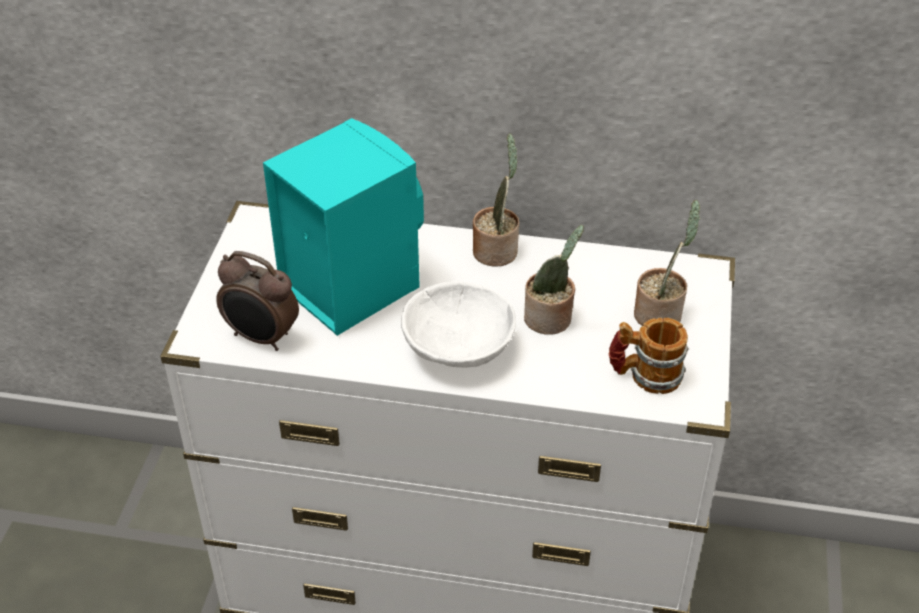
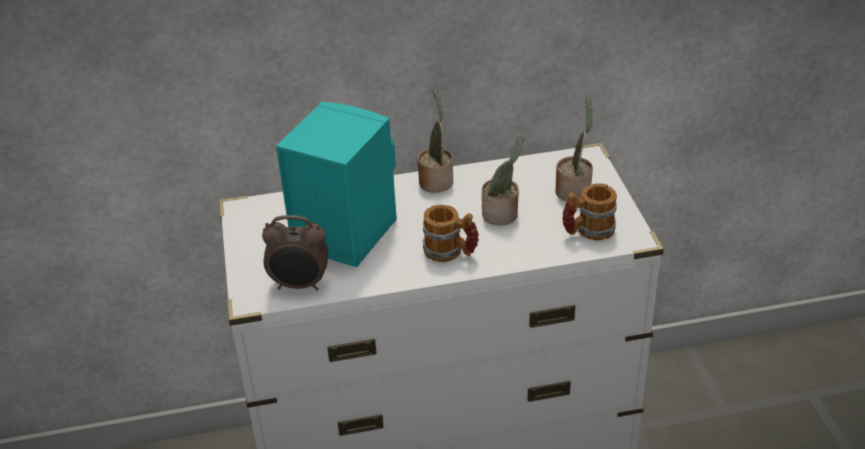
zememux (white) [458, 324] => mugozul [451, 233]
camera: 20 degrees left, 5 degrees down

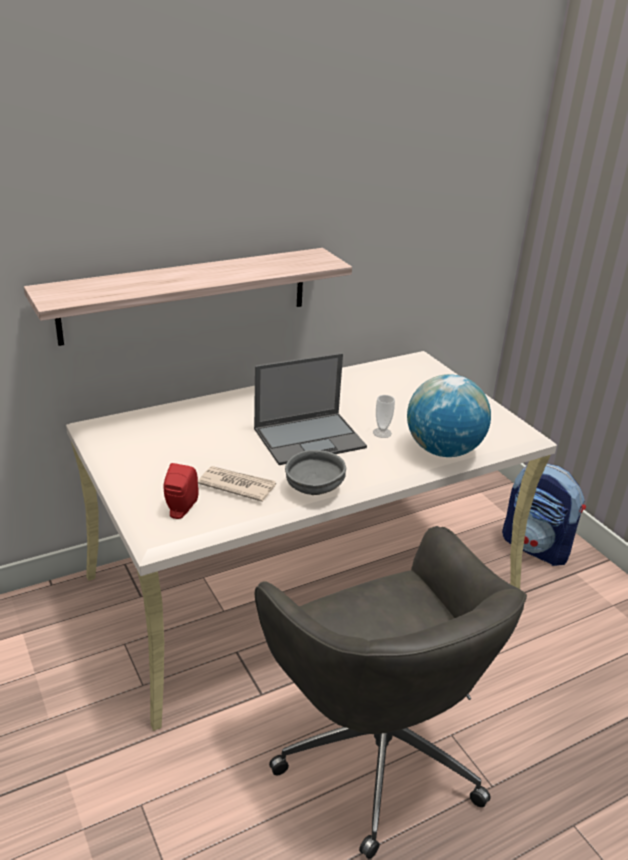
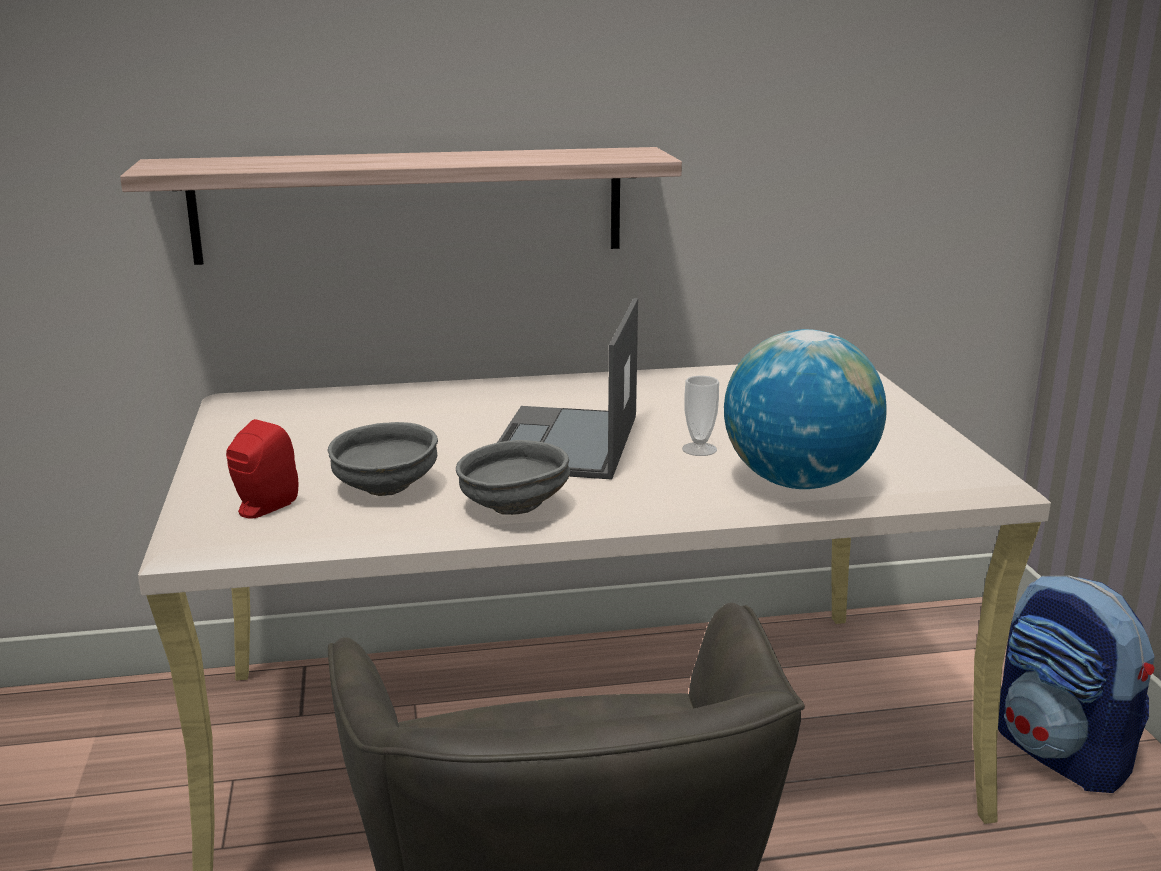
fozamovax [237, 484] => zememux (grey) [382, 459]
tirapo [310, 409] => tirapo [567, 389], 105 degrees clockwise
camera: 20 degrees right, 10 degrees down

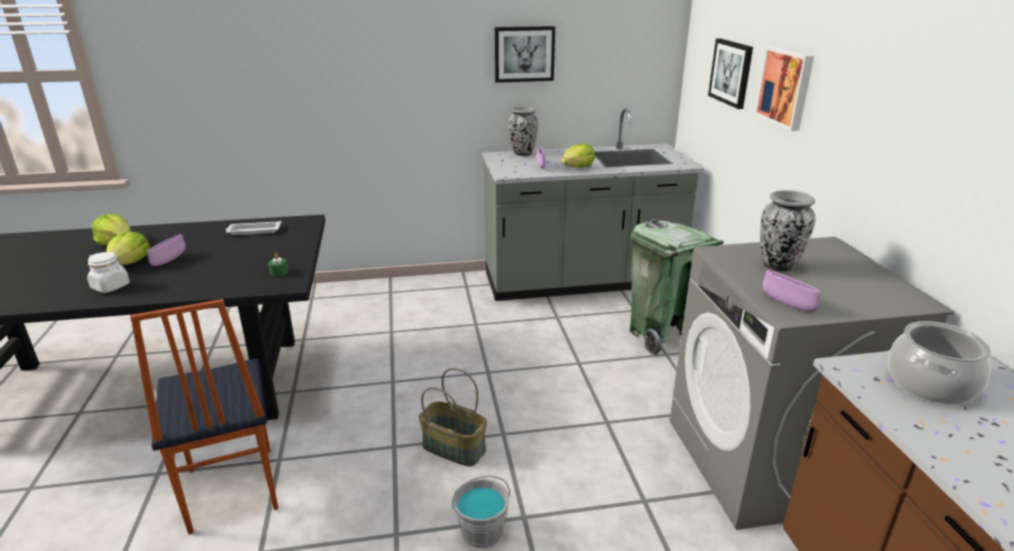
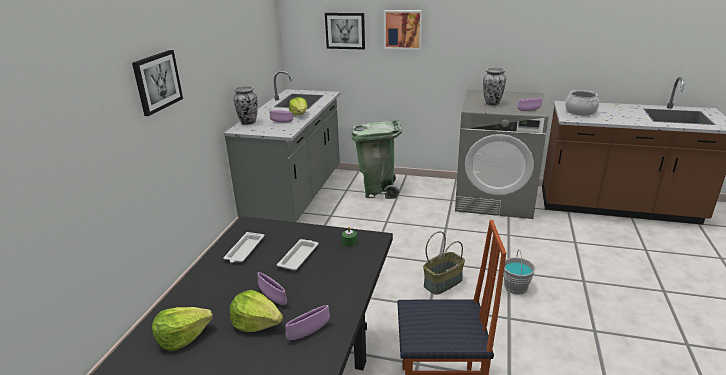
nothing => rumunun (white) [298, 254]
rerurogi [525, 54] => rerurogi [157, 83], move
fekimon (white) [108, 272] => zememux (purple) [307, 322]
camera: 65 degrees left, 0 degrees up

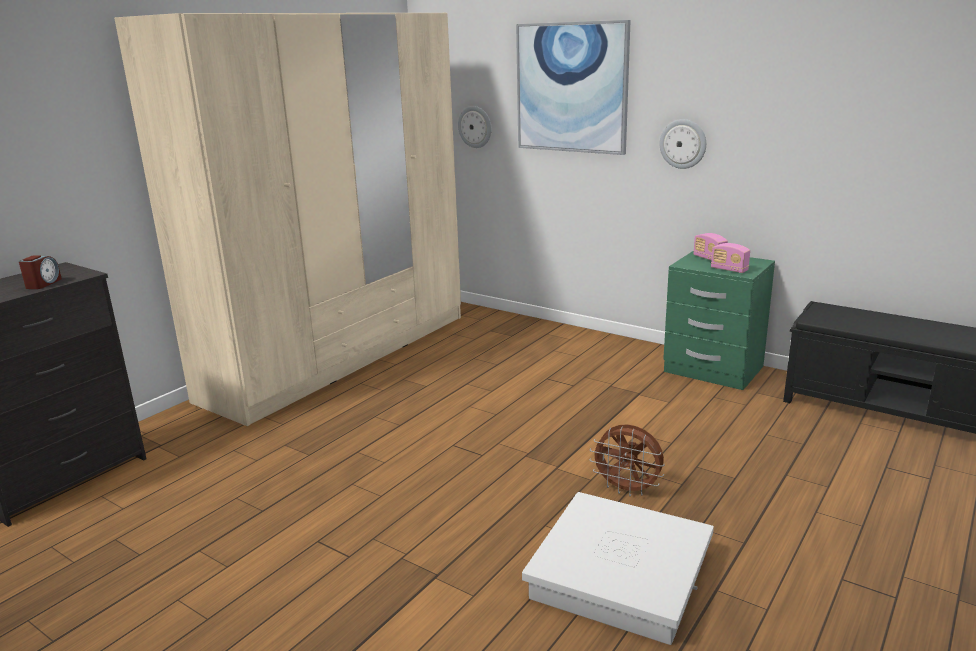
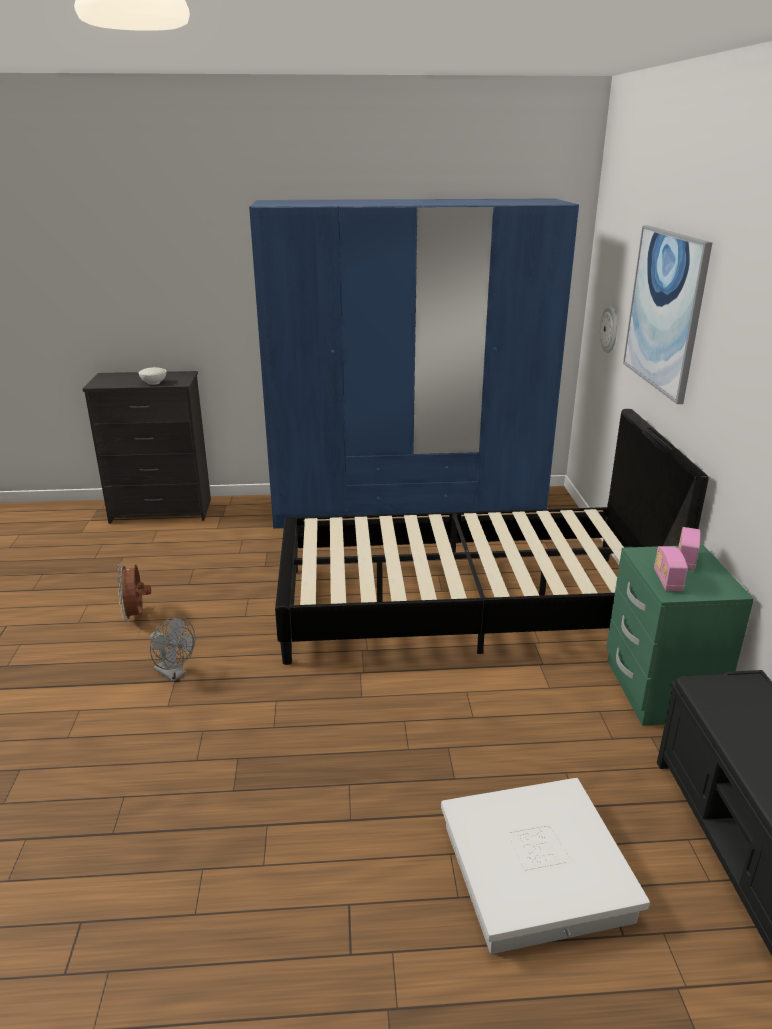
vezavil [683, 144] => nothing
nothing => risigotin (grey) [172, 649]
nothing => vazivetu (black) [492, 537]
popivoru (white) [618, 568] => popivoru (white) [545, 866], move
risigotin (brown) [627, 460] => risigotin (brown) [134, 592], move
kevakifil [40, 272] => zememux (white) [152, 376]
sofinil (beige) [287, 219] => sofinil (blue) [414, 363]
camera: 50 degrees right, 5 degrees up

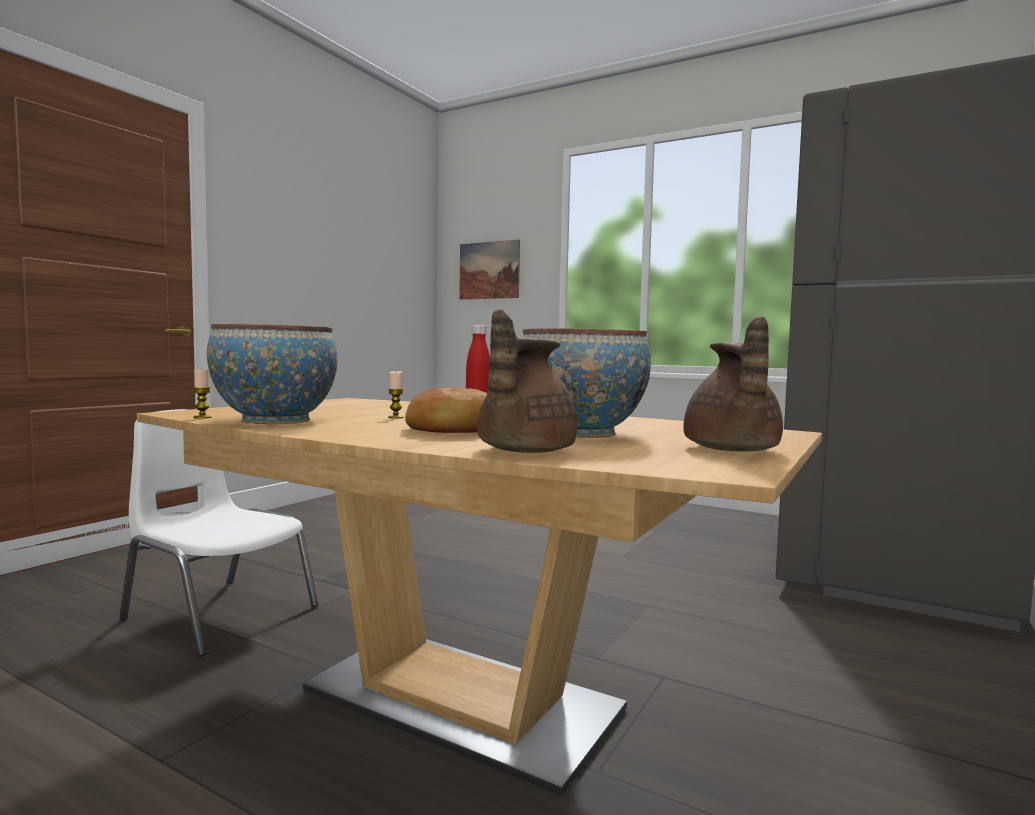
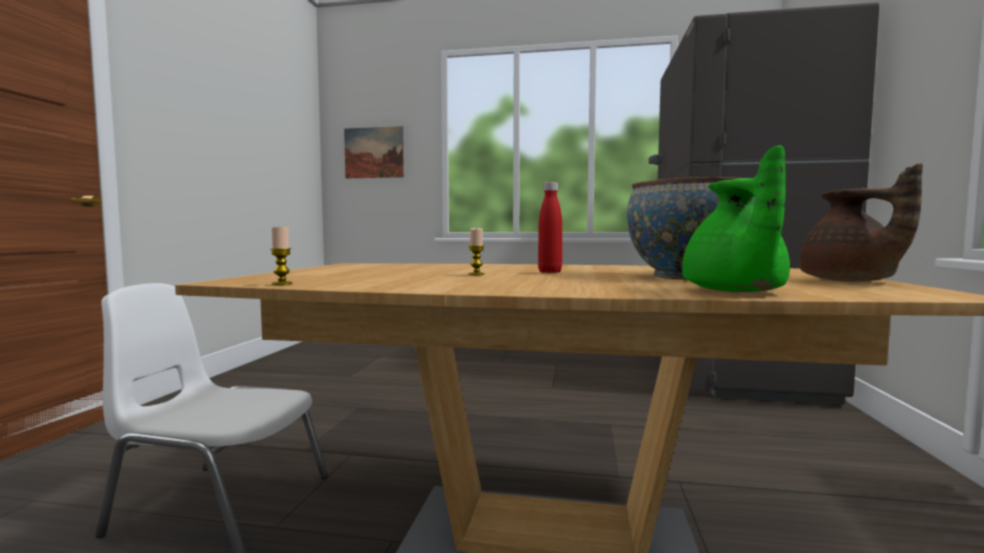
zememux [272, 374] => nothing
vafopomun [446, 410] => nothing
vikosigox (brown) [527, 381] => vikosigox (green) [736, 218]
camera: 20 degrees left, 0 degrees up

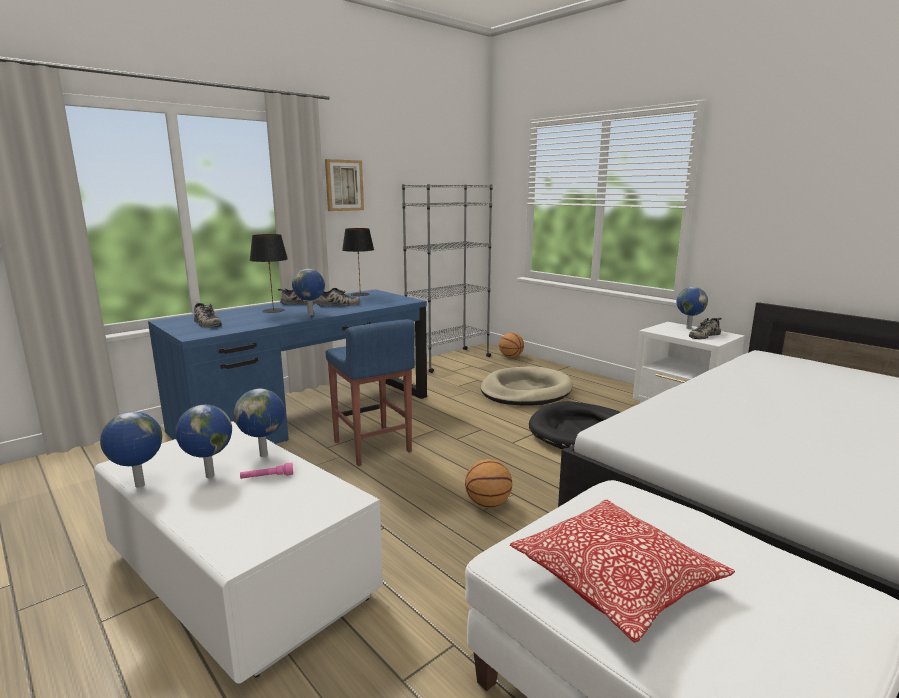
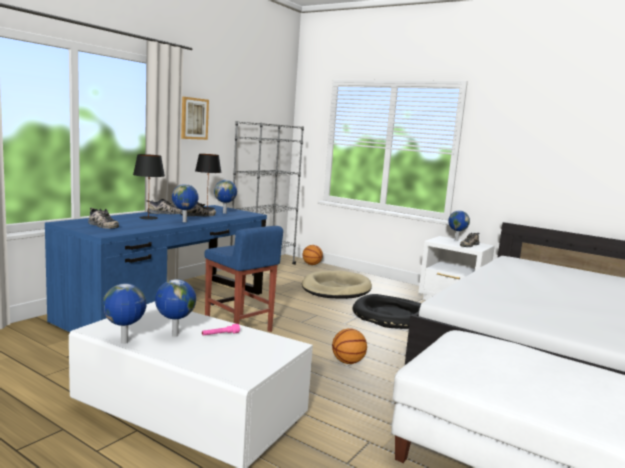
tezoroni [622, 571] => nothing
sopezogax [259, 423] => sopezogax [225, 197], move
camera: 15 degrees left, 5 degrees down

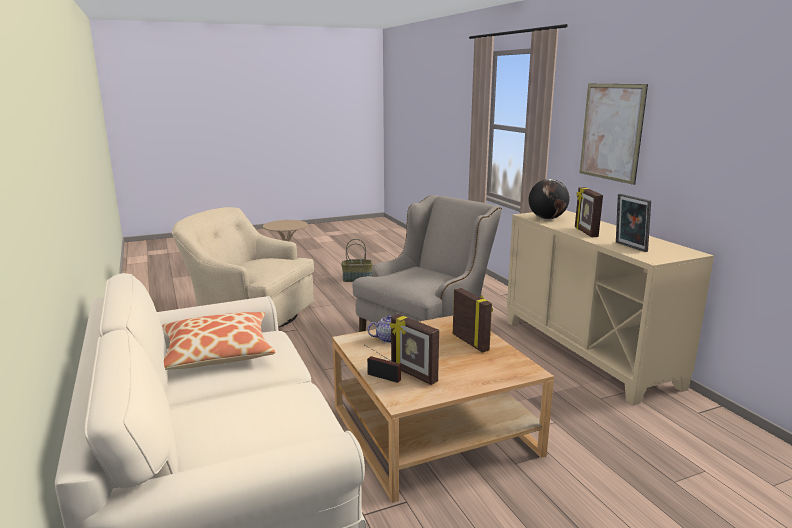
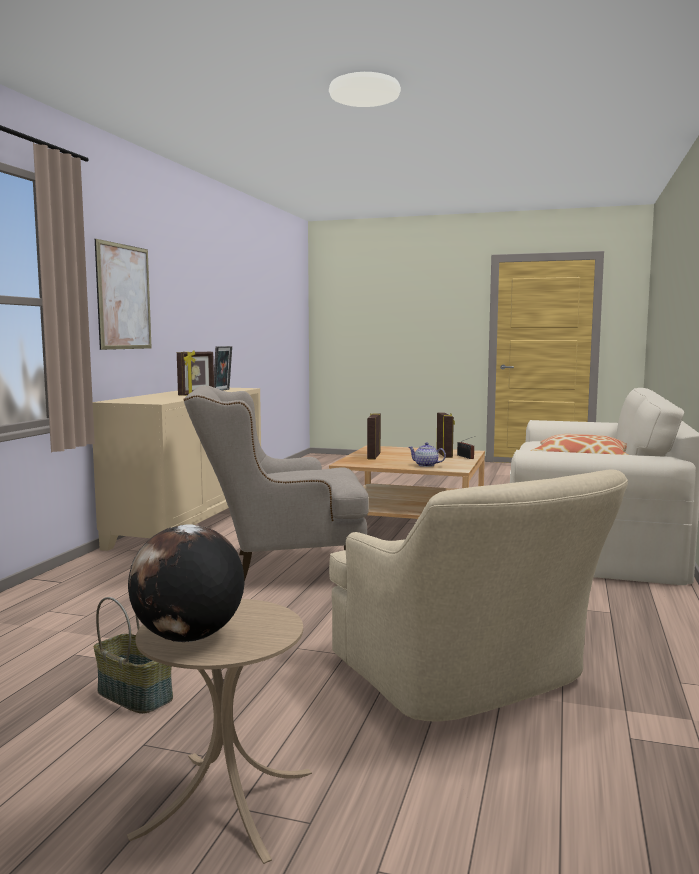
sopezogax [549, 199] => sopezogax [186, 583], move
camera: 140 degrees left, 10 degrees down

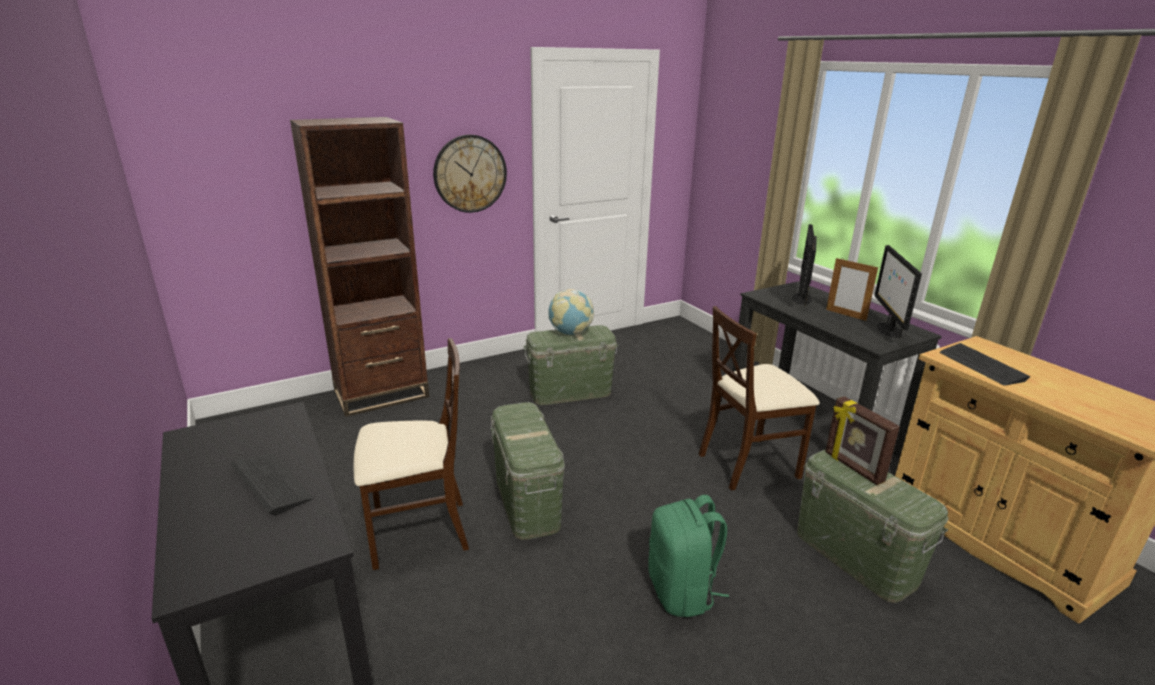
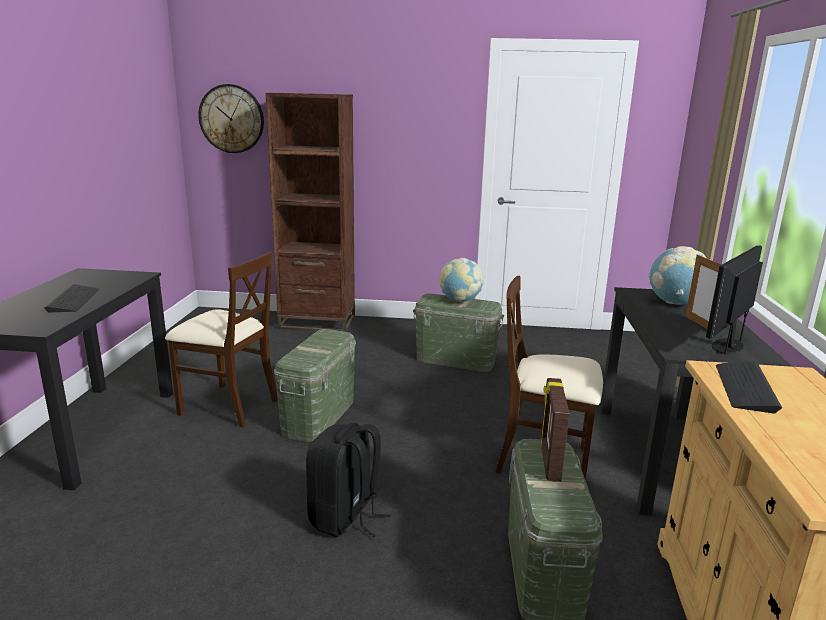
vezavil [470, 174] => vezavil [231, 118], move
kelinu [804, 264] => sopezogax [677, 275]
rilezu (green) [688, 556] => rilezu (black) [348, 480]
camera: 35 degrees right, 5 degrees down

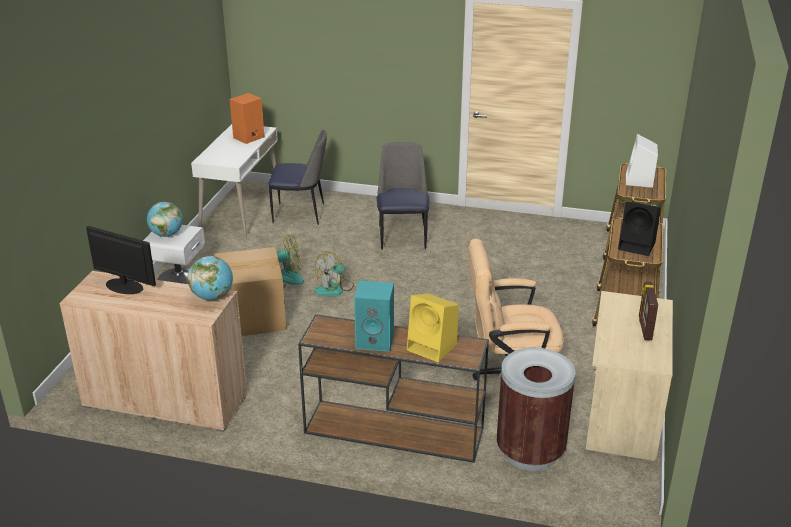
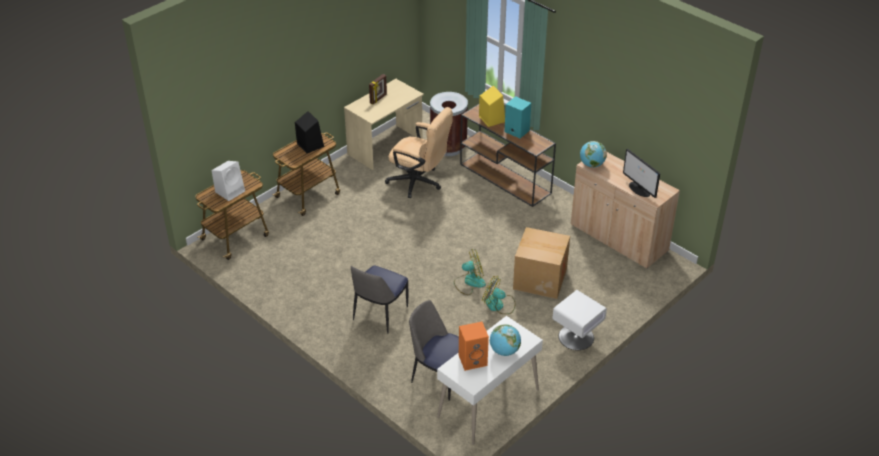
sopezogax [165, 219] => sopezogax [505, 340], move
camera: 150 degrees left, 10 degrees up

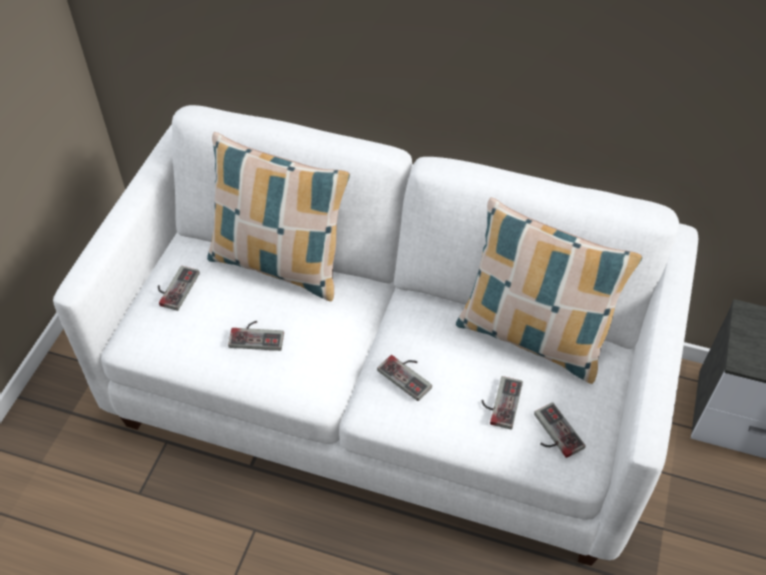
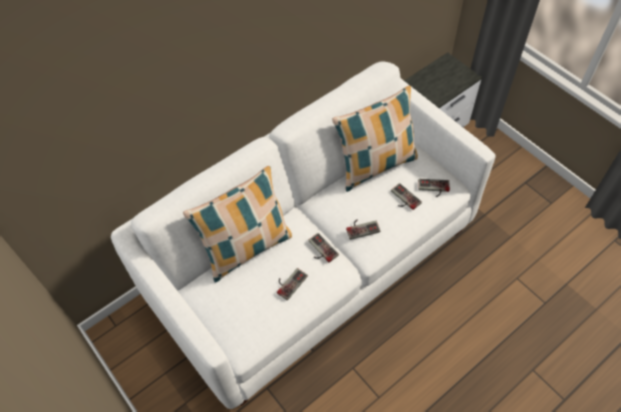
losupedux [179, 288] => losupedux [323, 248], move
camera: 55 degrees left, 5 degrees up

